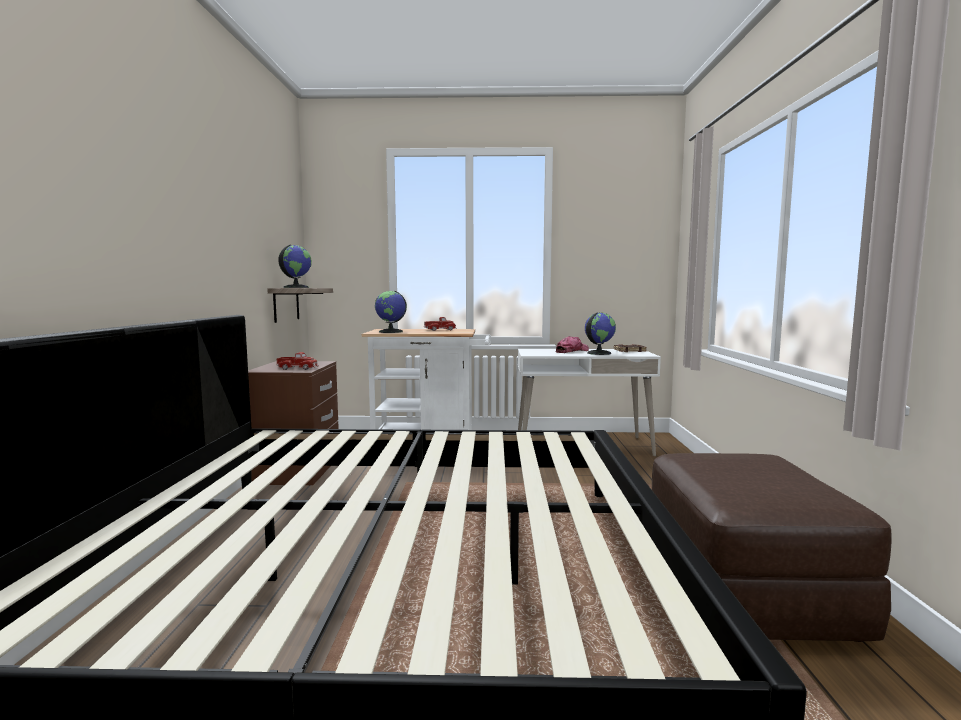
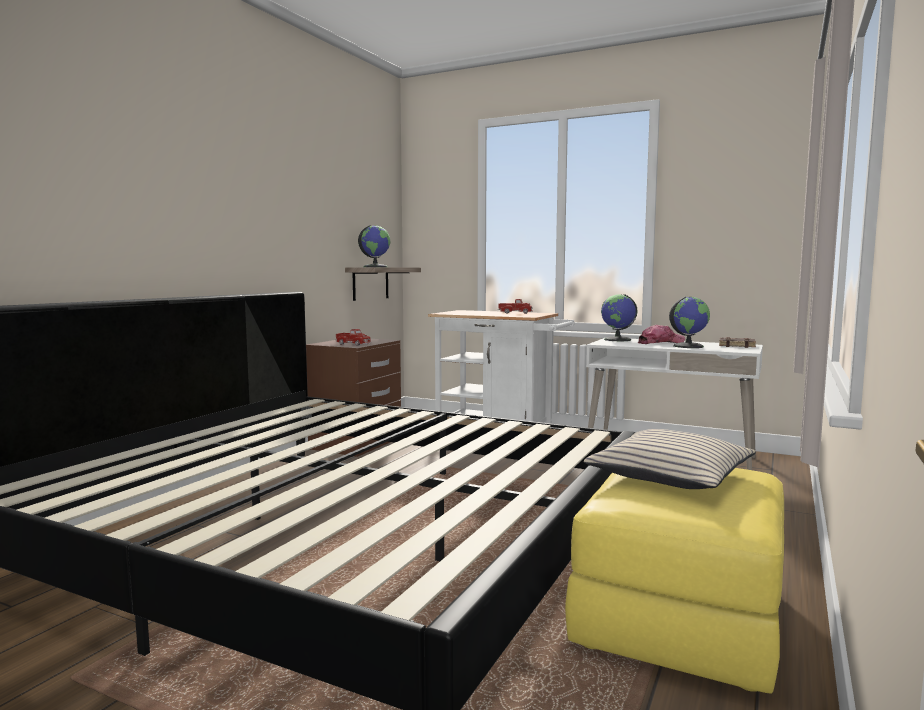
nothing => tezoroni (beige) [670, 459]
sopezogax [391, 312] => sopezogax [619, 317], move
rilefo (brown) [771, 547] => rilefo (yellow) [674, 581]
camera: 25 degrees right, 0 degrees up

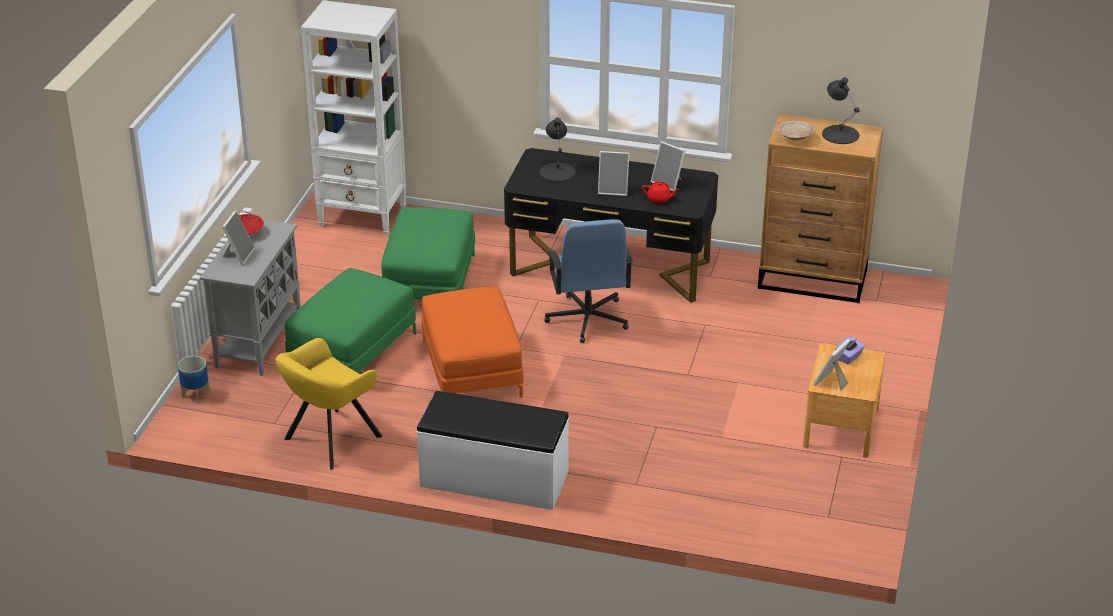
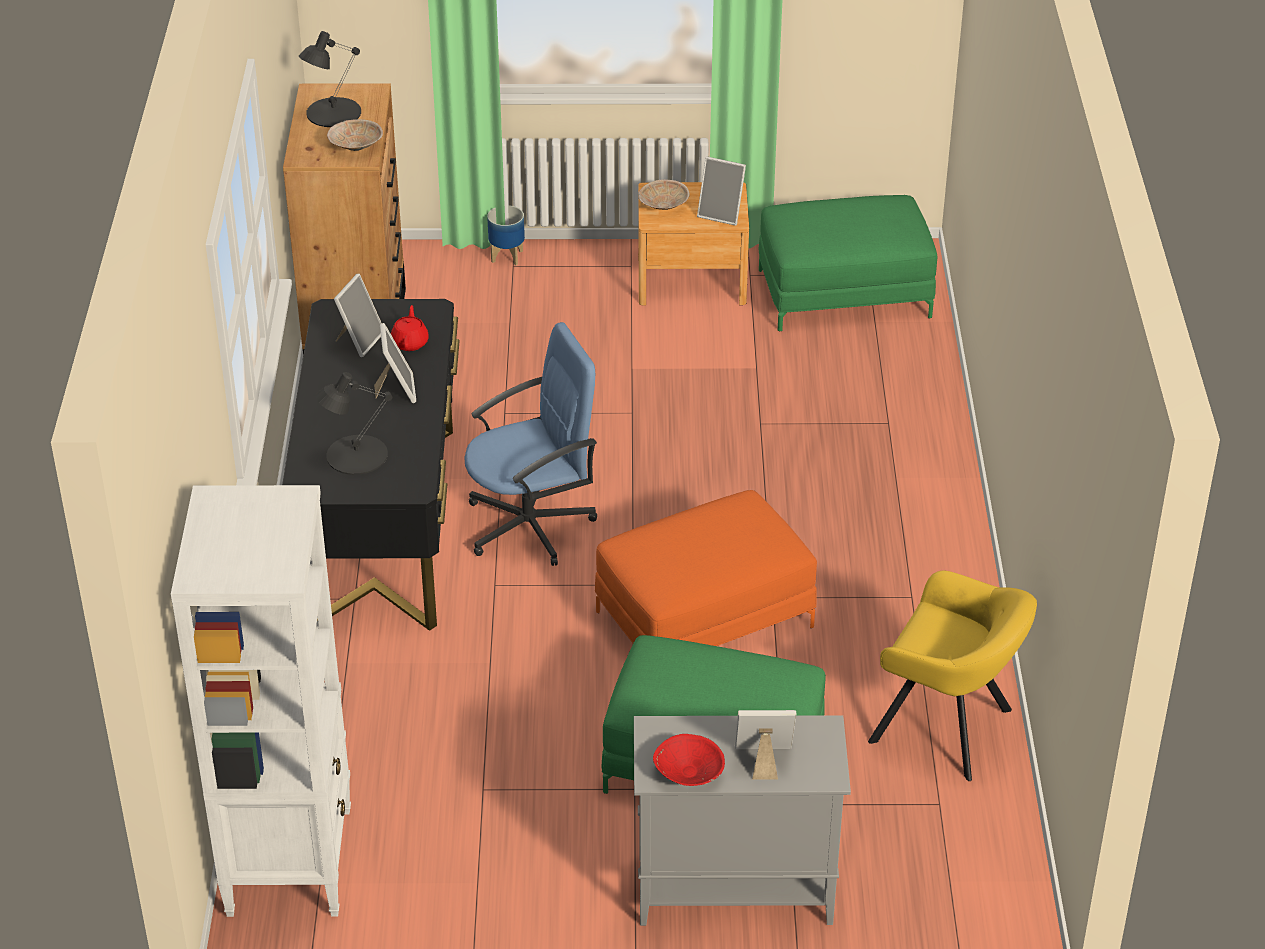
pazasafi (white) [493, 450] => nothing
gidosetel [194, 379] => gidosetel [506, 235], move
rilefo (green) [428, 253] => rilefo (green) [848, 263], move
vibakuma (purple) [850, 350] => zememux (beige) [663, 194]
camera: 105 degrees left, 5 degrees up

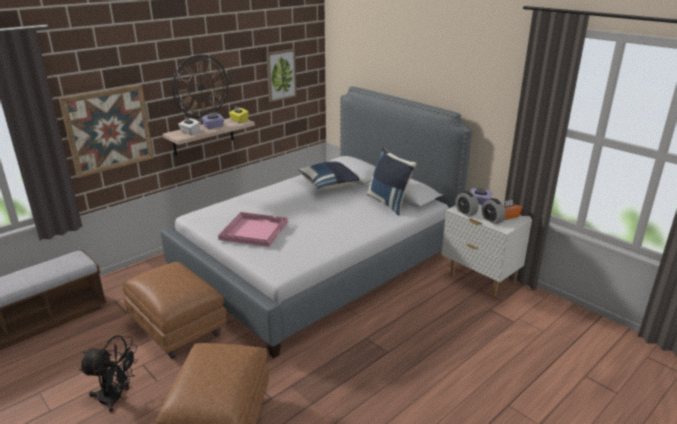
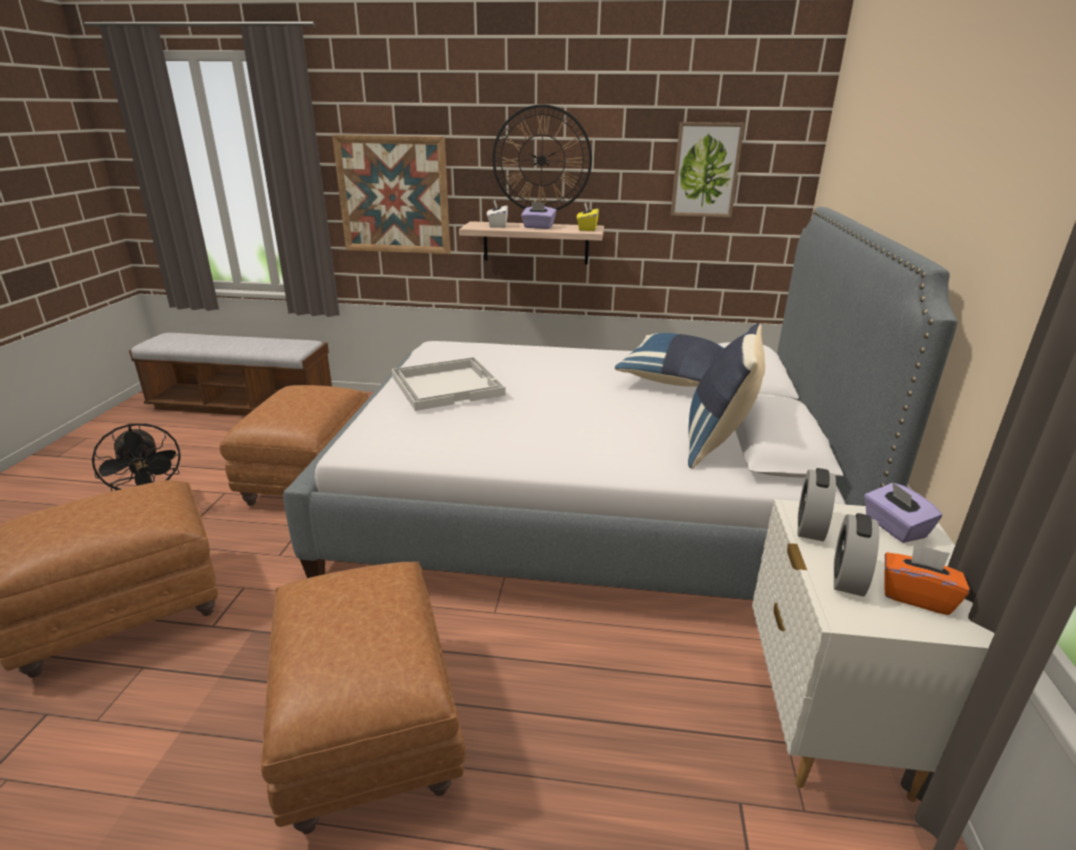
nothing => rilefo (brown) [363, 698]
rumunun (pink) [253, 229] => rumunun (white) [449, 384]
camera: 50 degrees right, 0 degrees up

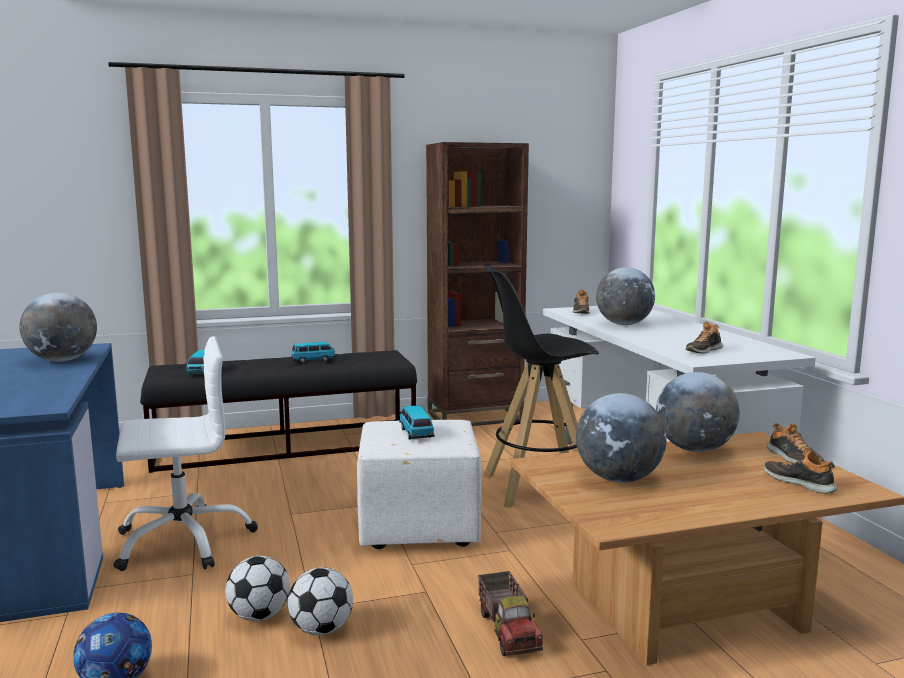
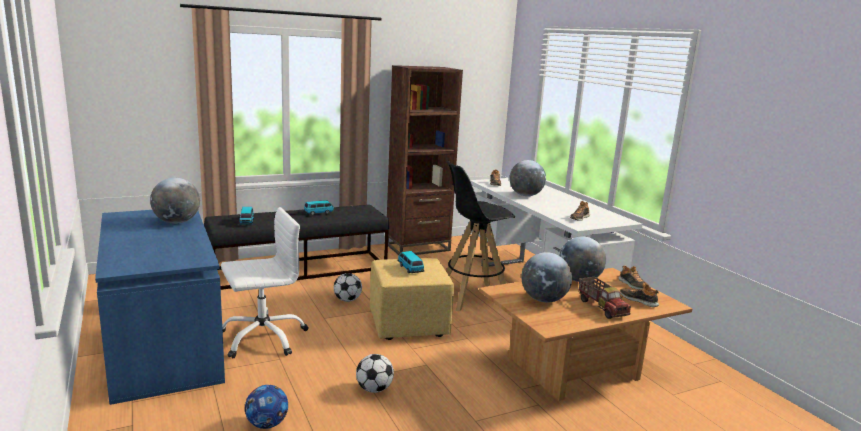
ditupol [258, 588] => ditupol [348, 287], move
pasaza [510, 613] => pasaza [605, 298], move
rilefo (white) [419, 484] => rilefo (yellow) [412, 299]
camera: 10 degrees left, 5 degrees up

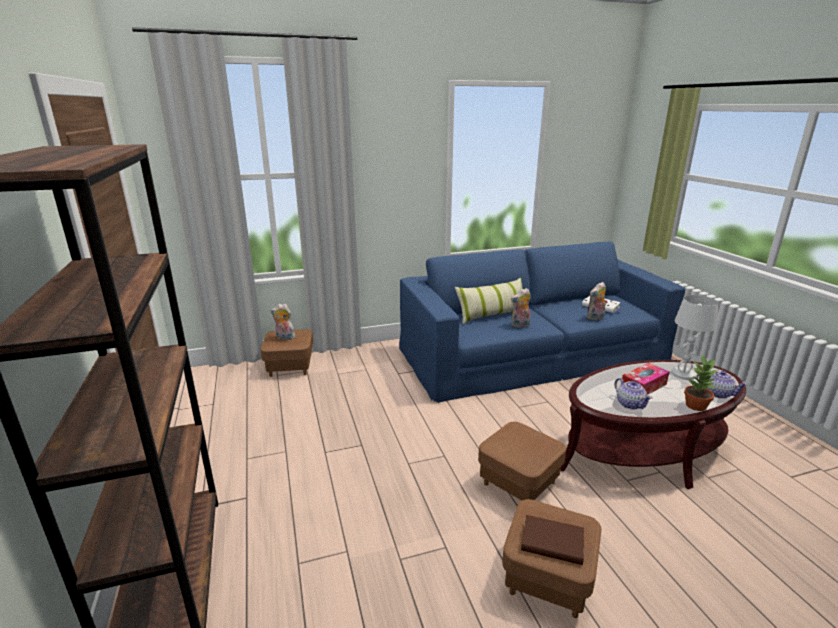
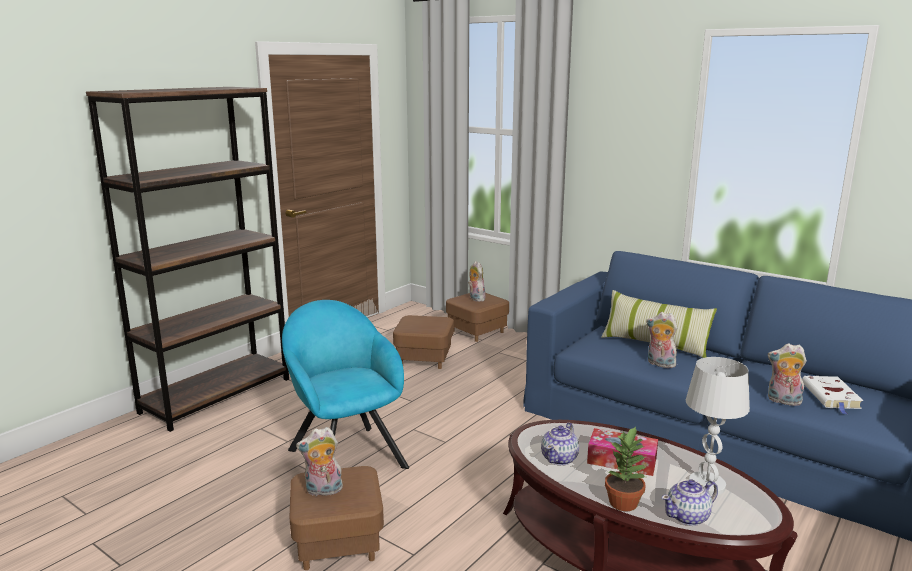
nothing => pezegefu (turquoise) [345, 384]
rilefo (brown) [522, 461] => rilefo (brown) [423, 342], move
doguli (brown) [552, 540] => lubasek [320, 461]
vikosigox [722, 385] => vikosigox [690, 502], 60 degrees clockwise
camera: 55 degrees right, 5 degrees down

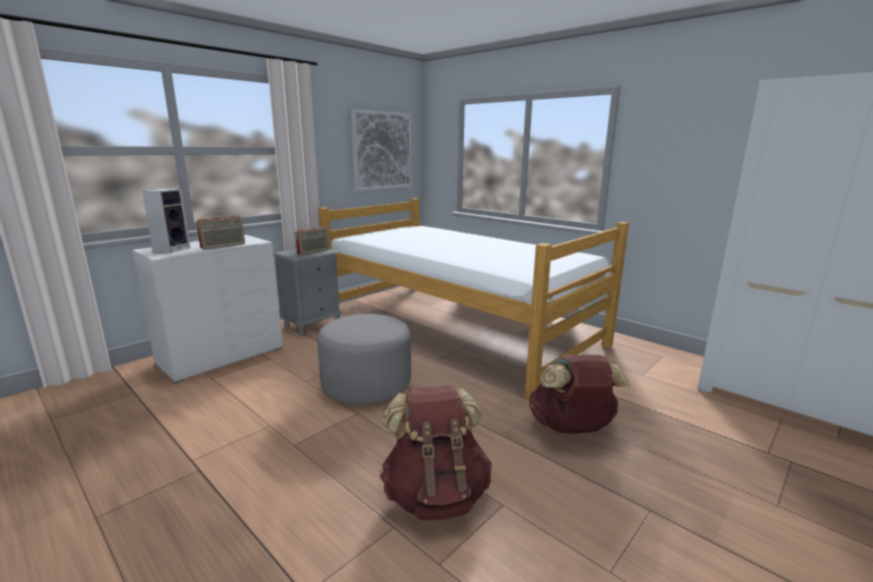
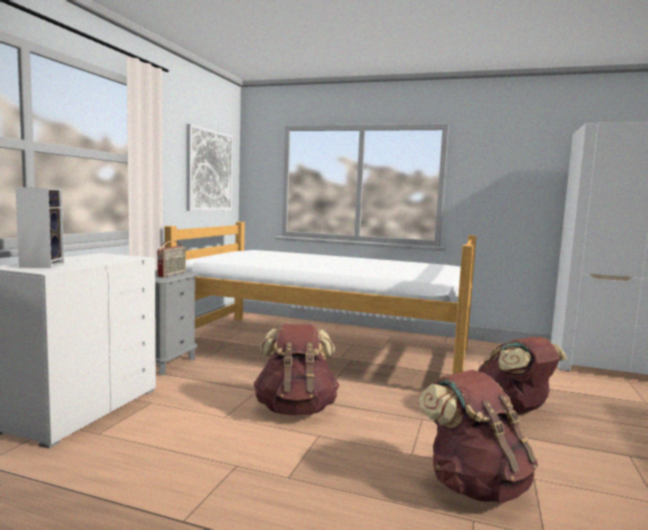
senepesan [220, 230] => nothing
rilefo (grey) [364, 359] => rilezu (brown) [296, 370]
camera: 25 degrees left, 10 degrees down

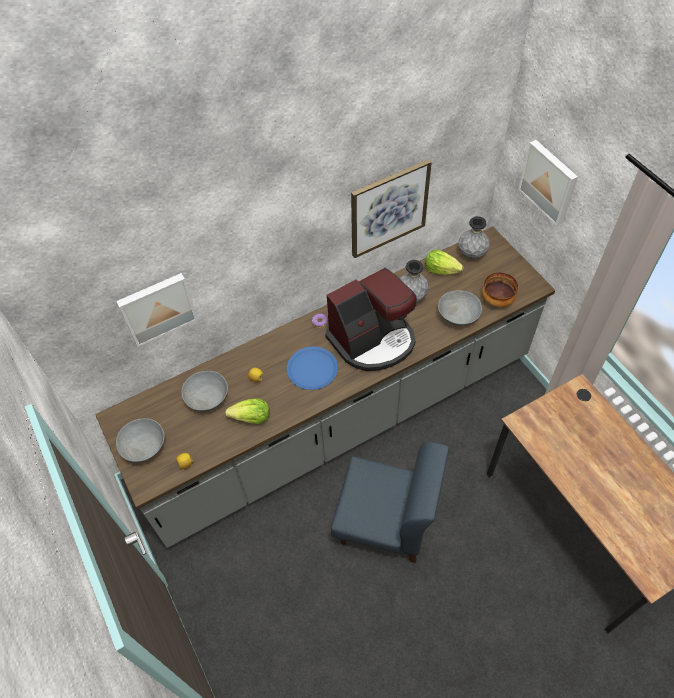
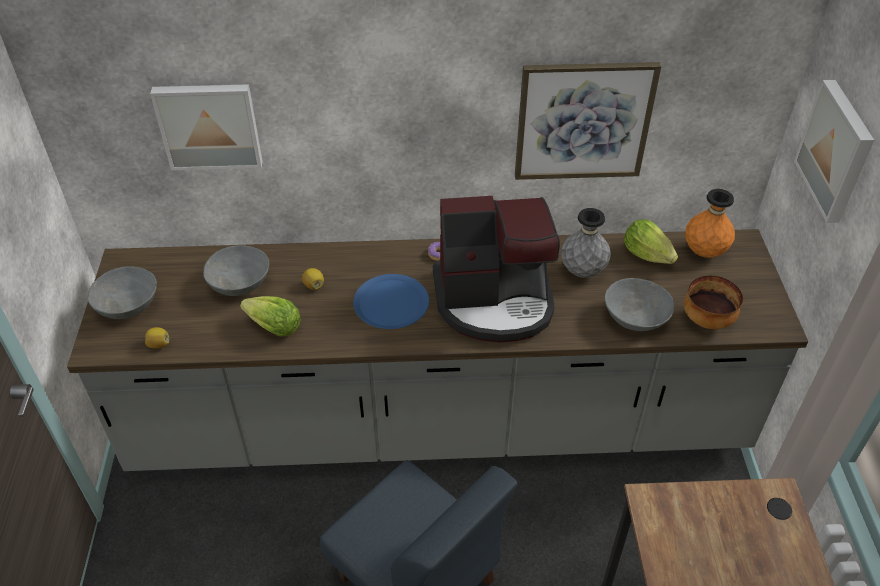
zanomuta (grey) [474, 237] => zanomuta (orange) [710, 223]
camera: 25 degrees right, 10 degrees down

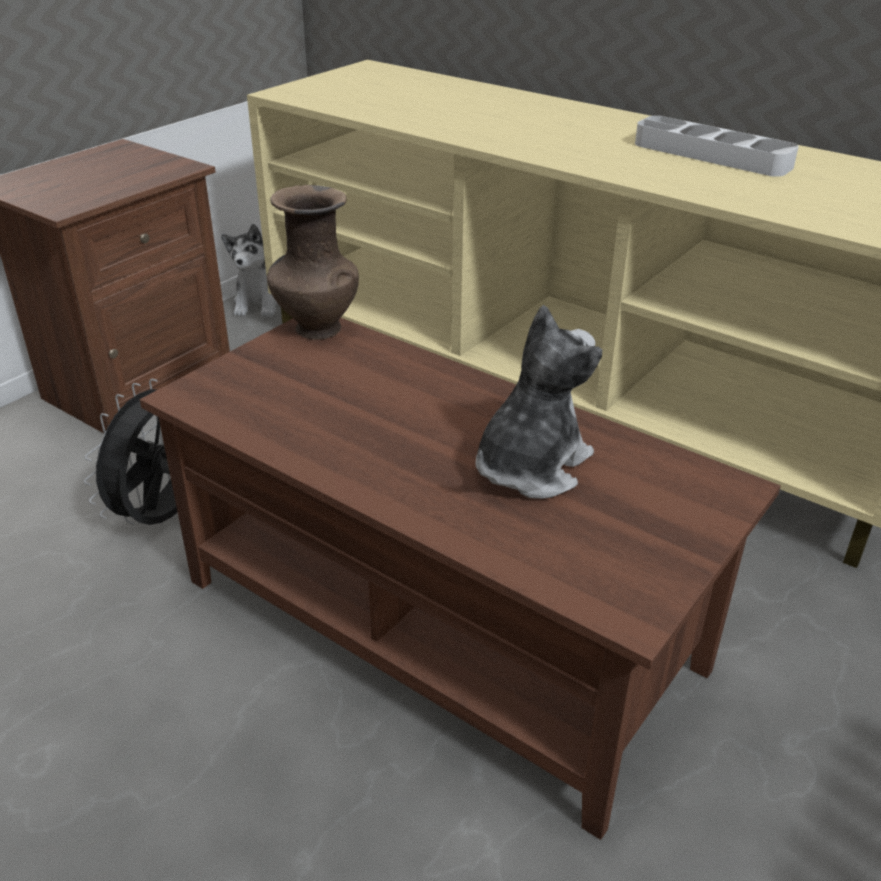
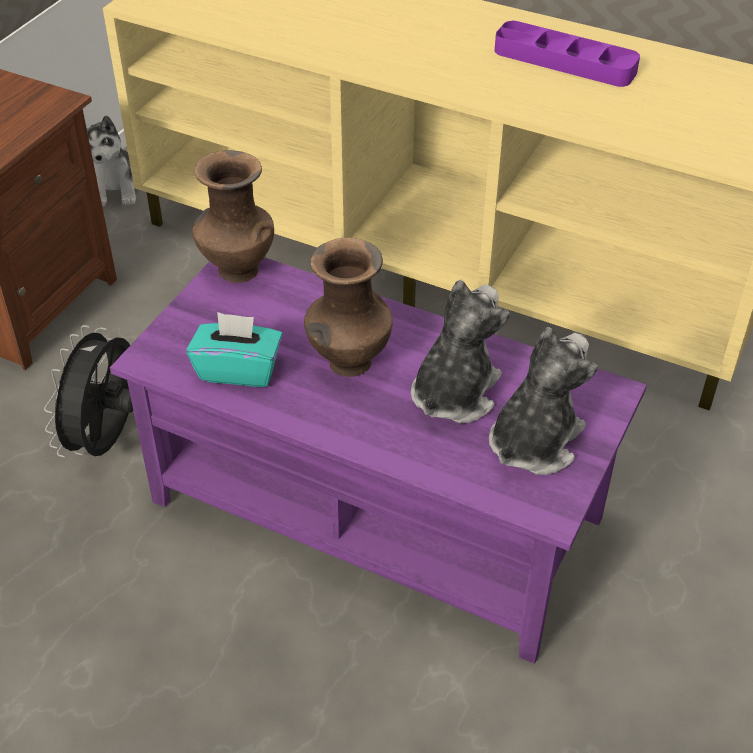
nothing => vibakuma (turquoise) [235, 349]
nothing => zanomuta (brown) [348, 307]
nothing => lubasek [543, 401]
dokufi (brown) [460, 579] => dokufi (purple) [378, 460]
rumunun (grey) [717, 146] => rumunun (purple) [567, 54]
camera: 10 degrees left, 10 degrees up

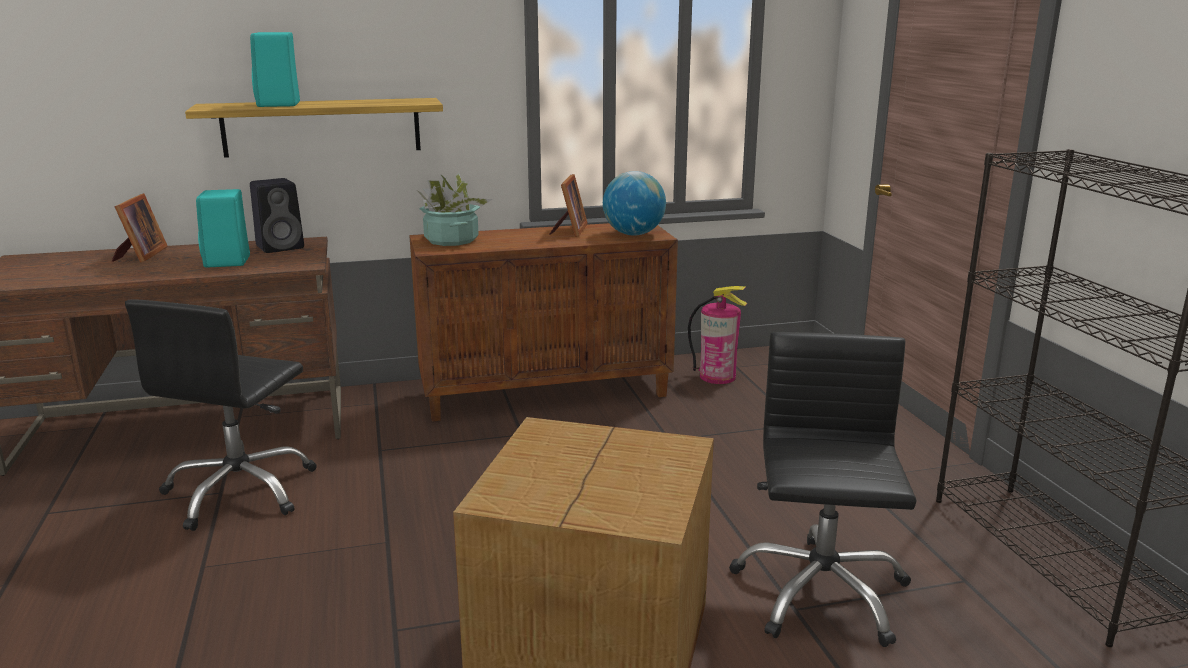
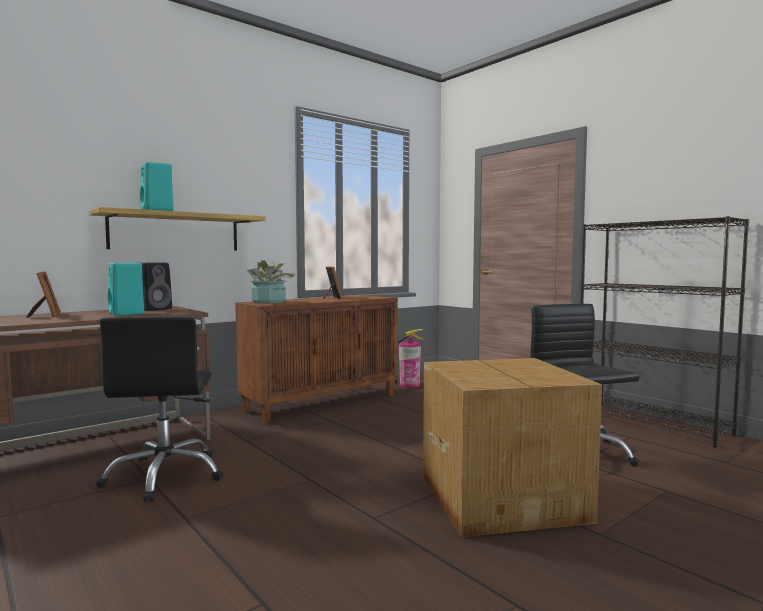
sopezogax [634, 203] => nothing
camera: 25 degrees left, 15 degrees down

